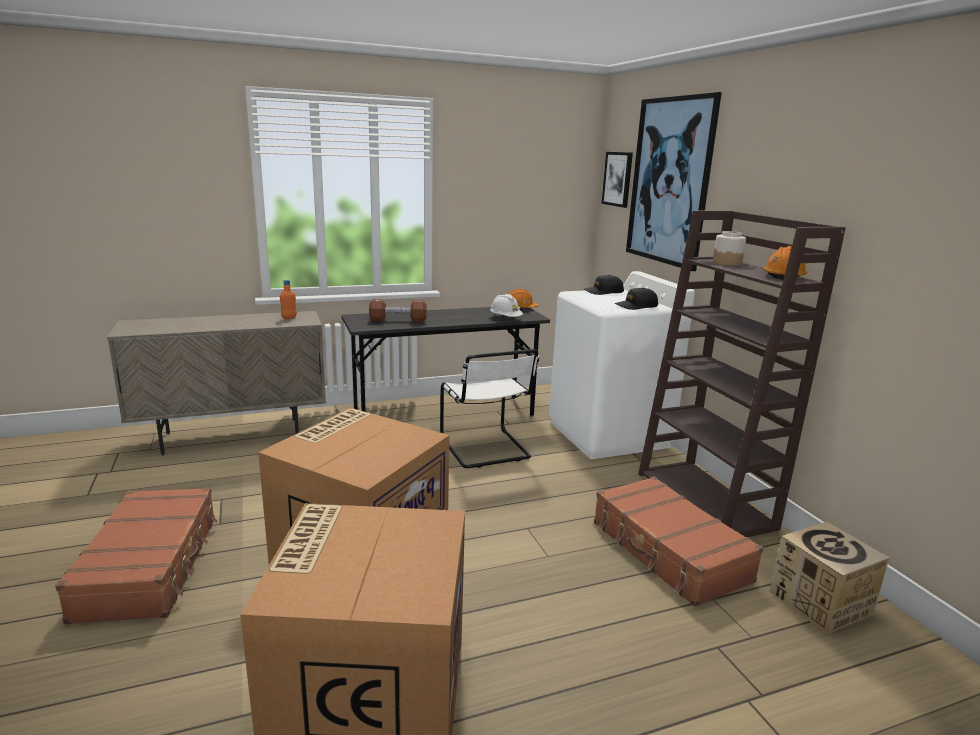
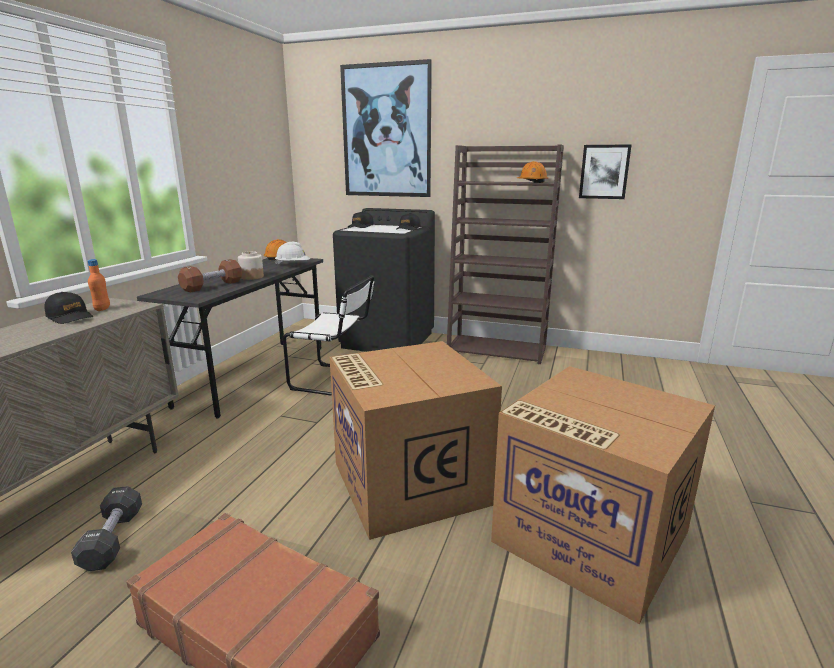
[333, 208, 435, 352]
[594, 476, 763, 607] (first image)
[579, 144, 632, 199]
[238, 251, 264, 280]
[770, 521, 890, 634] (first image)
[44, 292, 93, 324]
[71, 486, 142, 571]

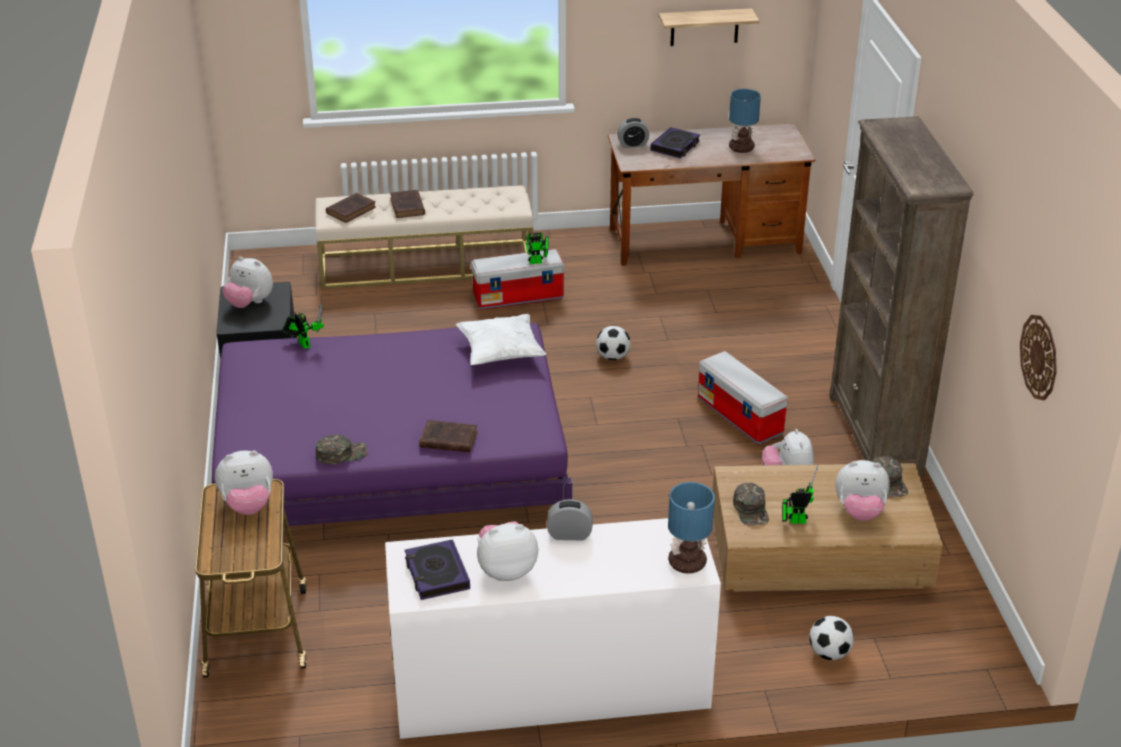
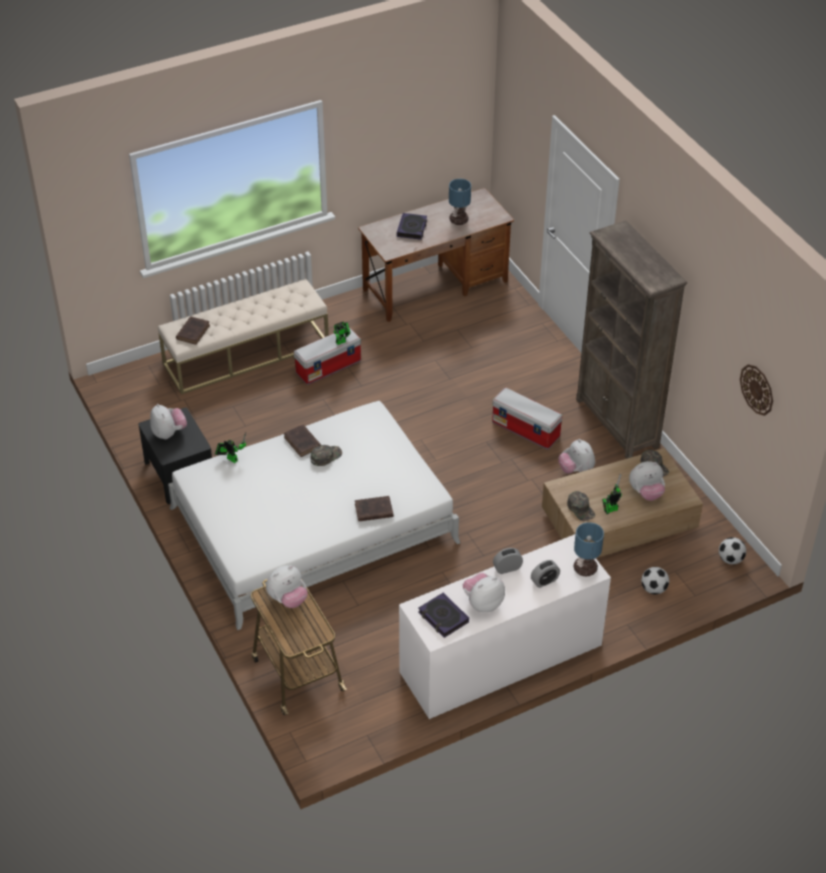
[168, 401, 460, 630]
[150, 404, 187, 440]
[310, 445, 342, 466]
[284, 425, 321, 457]
[456, 314, 546, 365] (first image)
[719, 537, 746, 565]
[531, 560, 560, 588]
[659, 9, 759, 46] (first image)

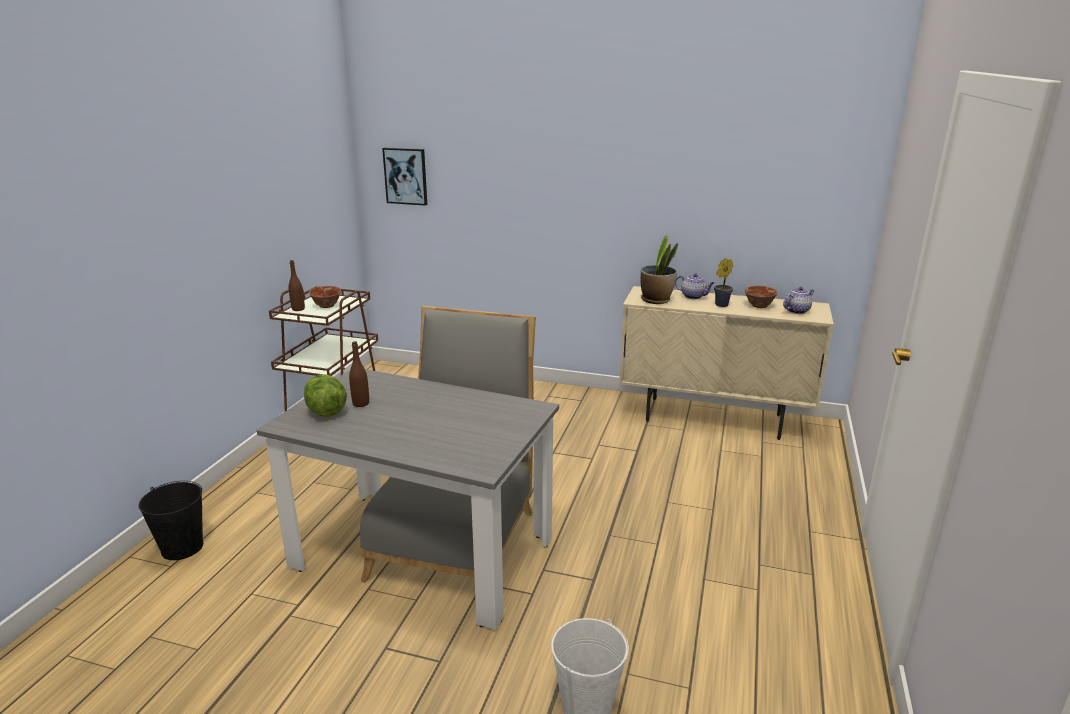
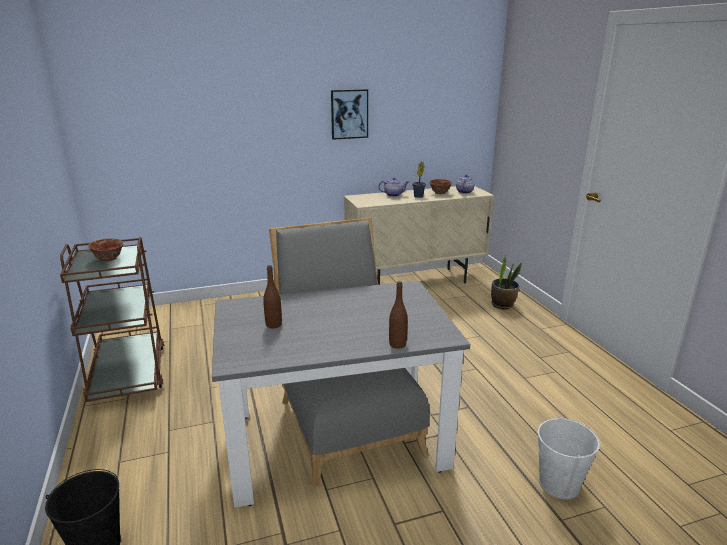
[389, 281, 408, 349]
[304, 374, 347, 417] (first image)
[331, 89, 368, 140]
[491, 256, 522, 309]

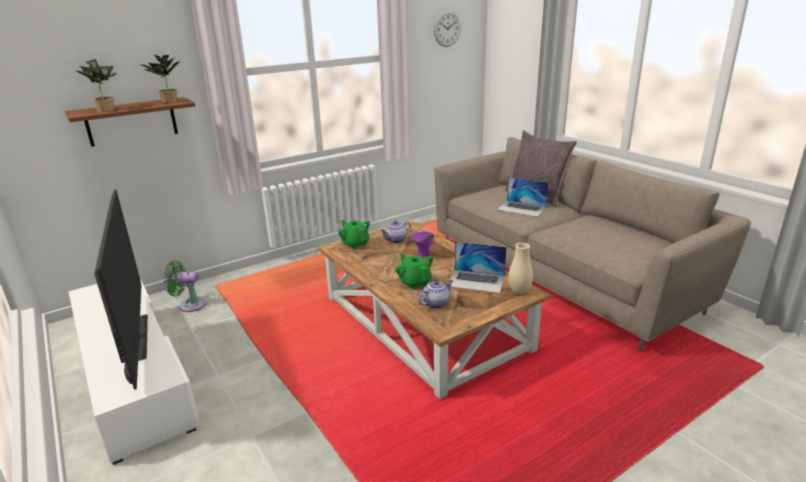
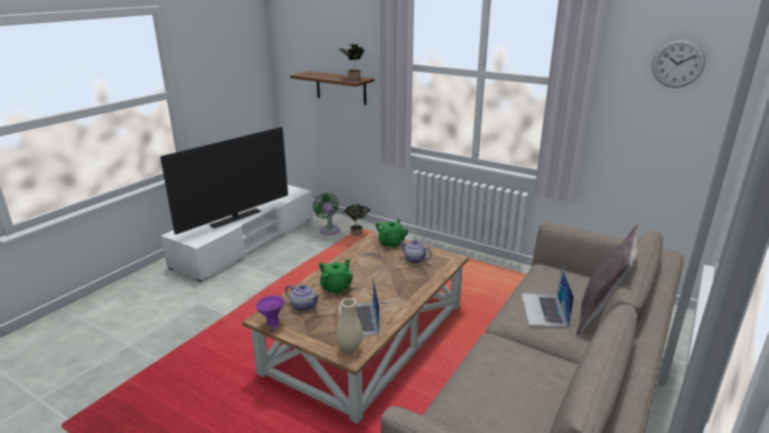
[344, 204, 371, 236]
[256, 295, 285, 328]

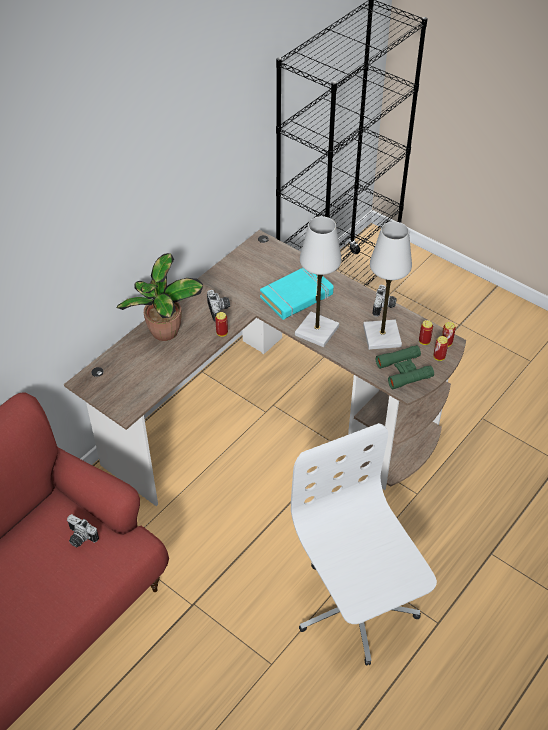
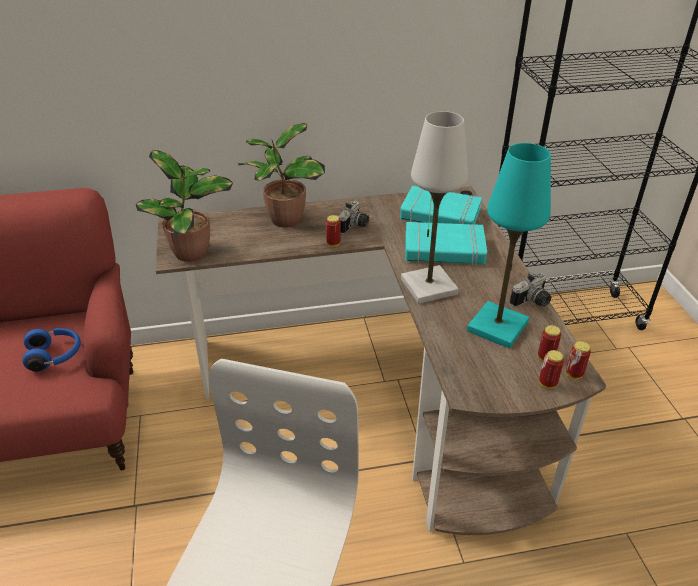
[23, 328, 81, 372]
[467, 143, 551, 348]
[376, 345, 434, 389] (first image)
[136, 150, 233, 262]
[400, 186, 482, 225]

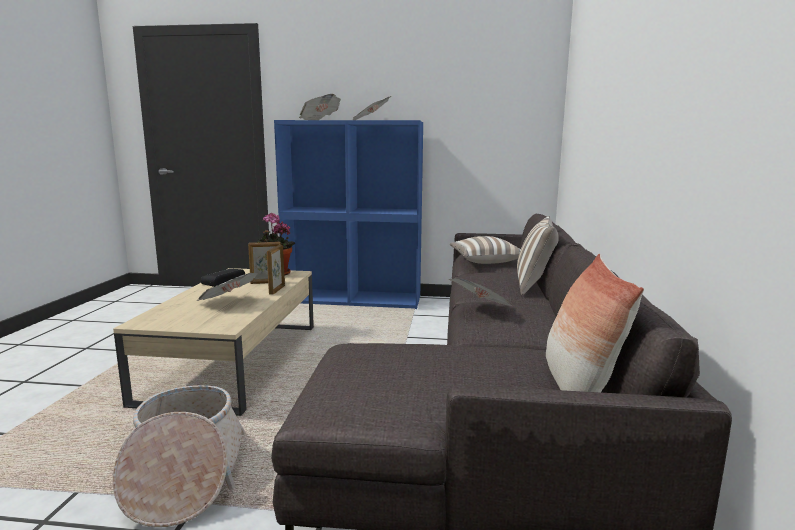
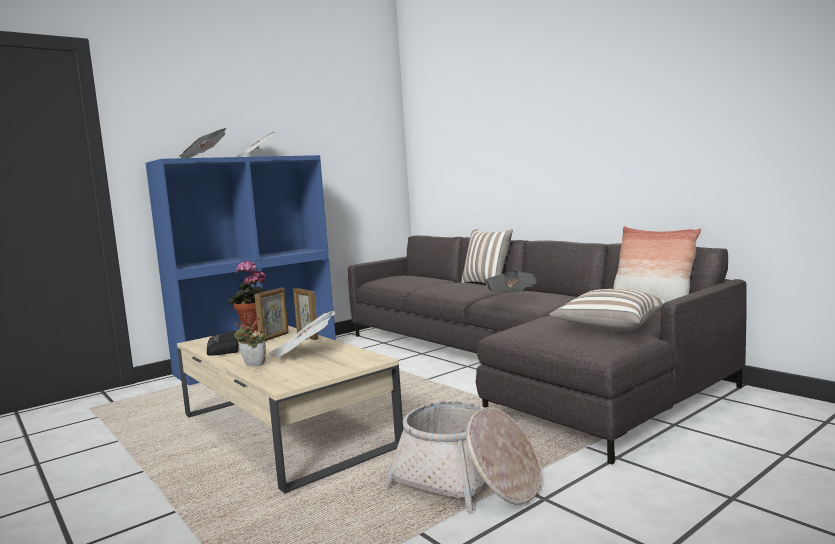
[549, 289, 665, 331]
[234, 312, 266, 366]

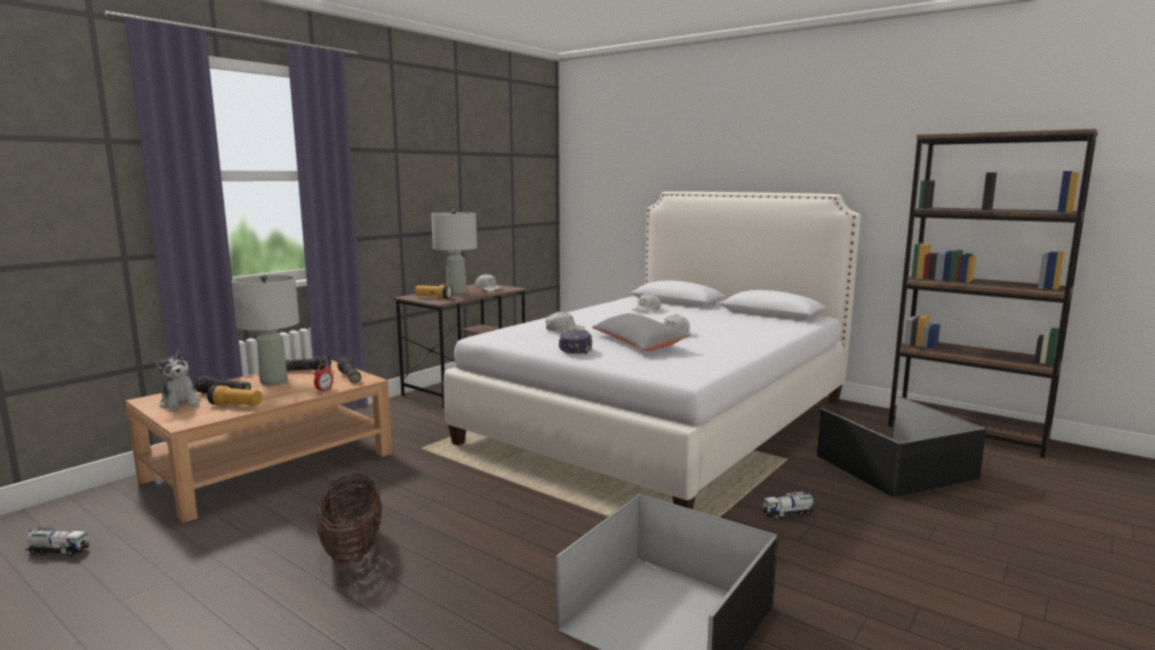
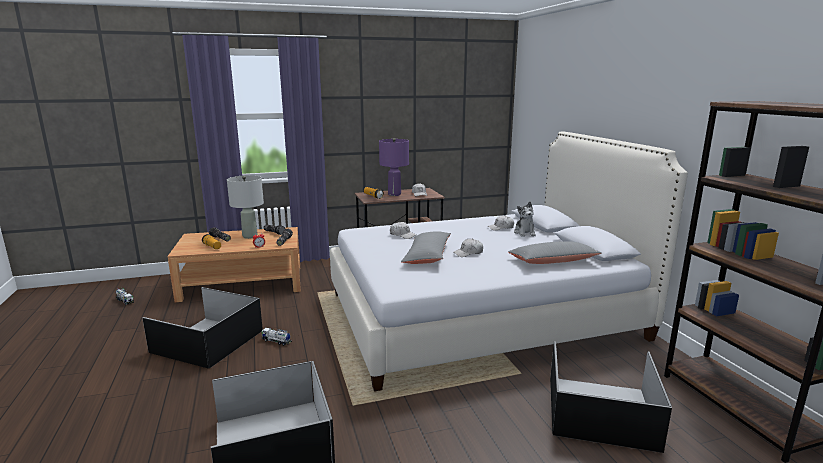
[514, 201, 536, 237]
[142, 287, 263, 368]
[379, 138, 409, 196]
[559, 329, 593, 354] (first image)
[262, 328, 292, 346]
[508, 241, 602, 264]

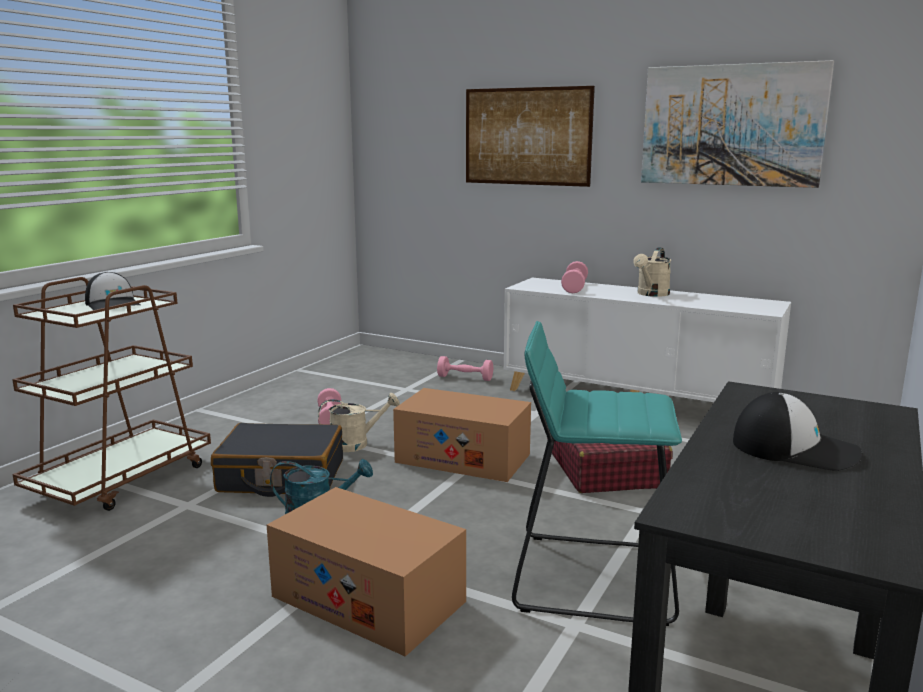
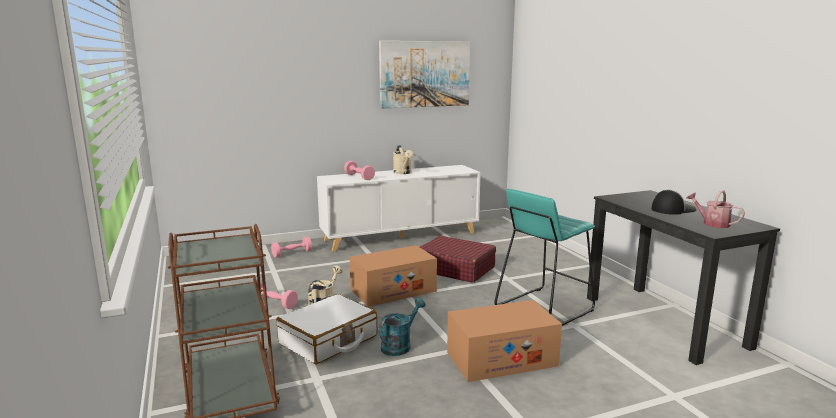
[85, 272, 140, 310] (first image)
[276, 294, 377, 364]
[466, 86, 595, 187] (first image)
[687, 190, 745, 228]

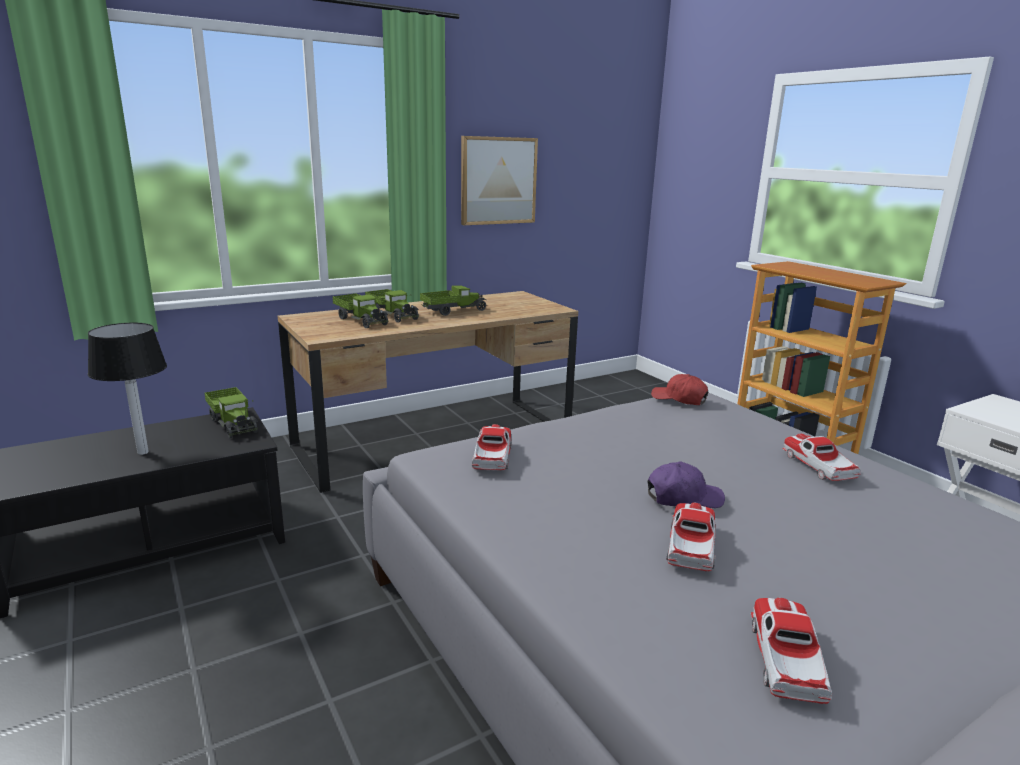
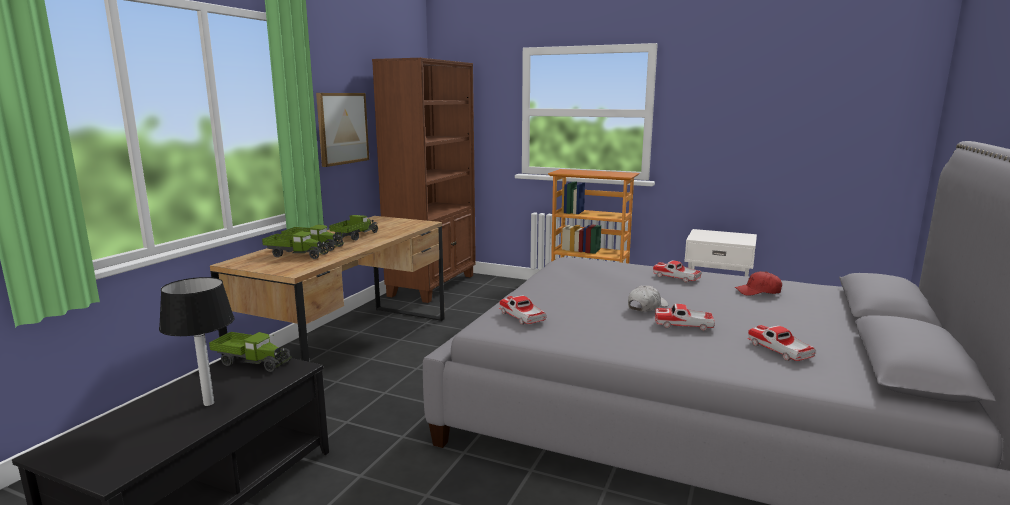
[628, 286, 668, 312]
[735, 271, 782, 296]
[655, 304, 715, 331]
[372, 58, 476, 303]

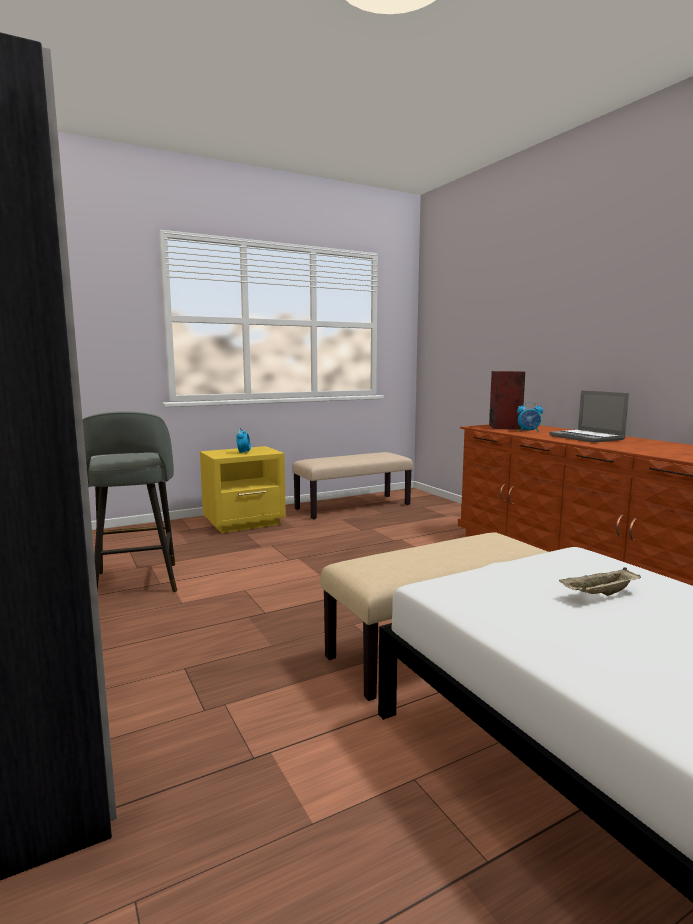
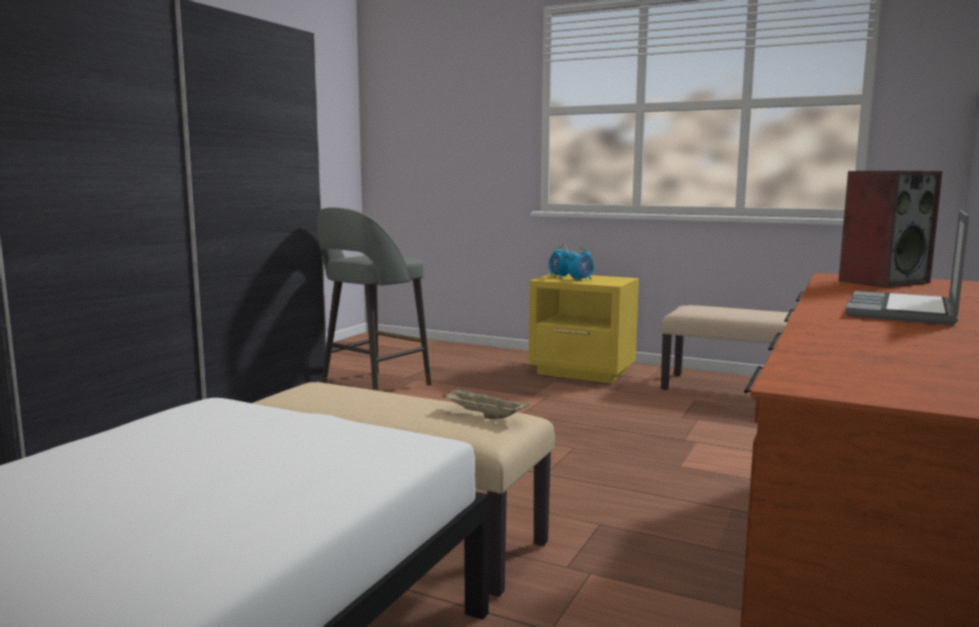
[549, 245, 571, 278]
[442, 388, 530, 419]

